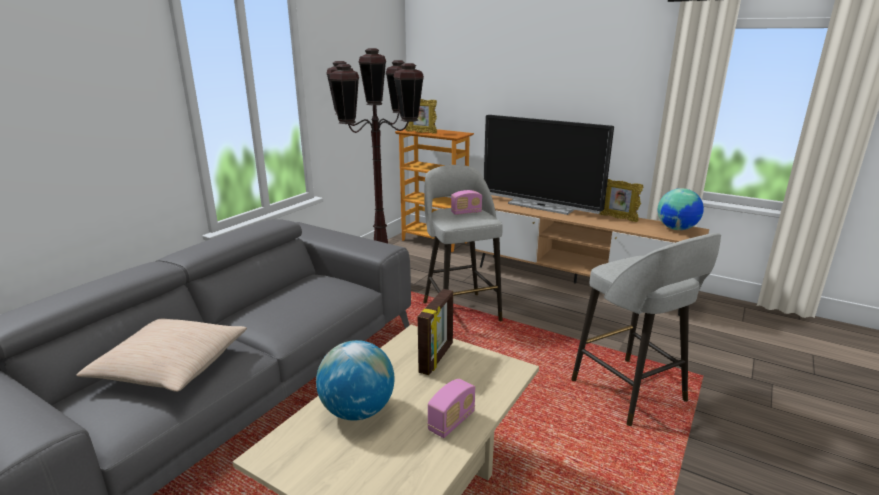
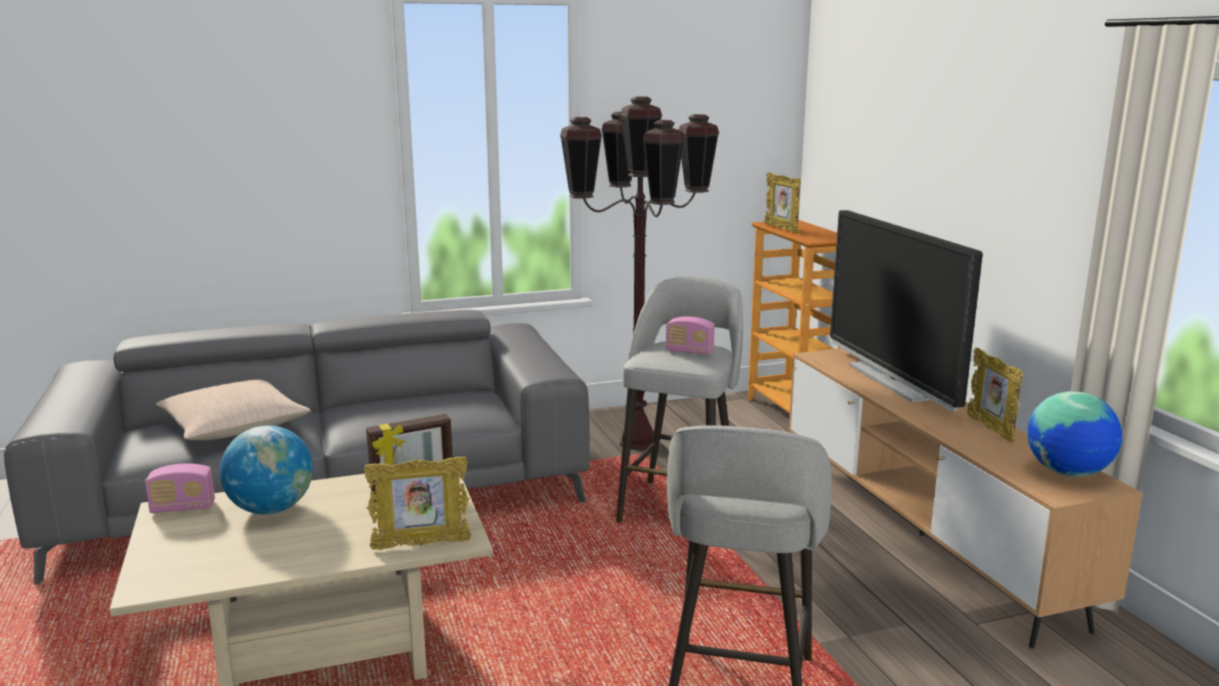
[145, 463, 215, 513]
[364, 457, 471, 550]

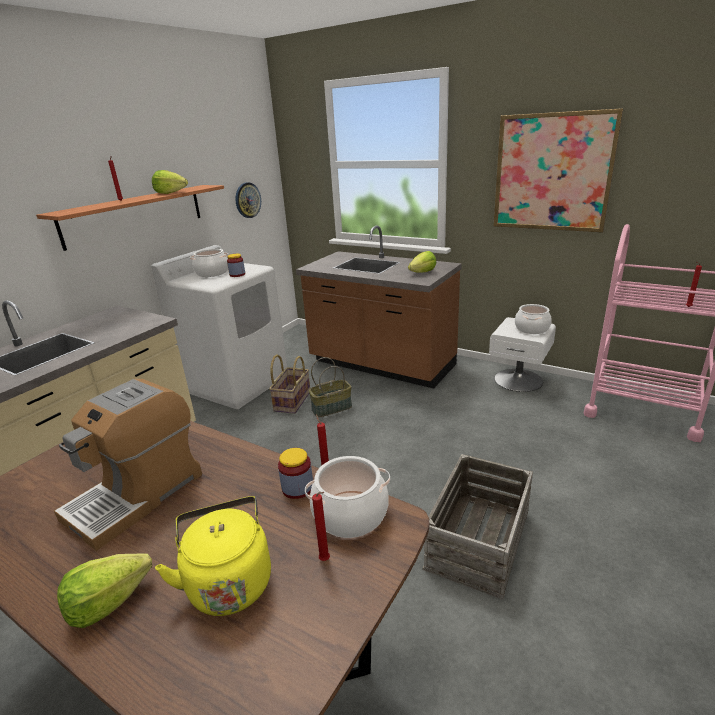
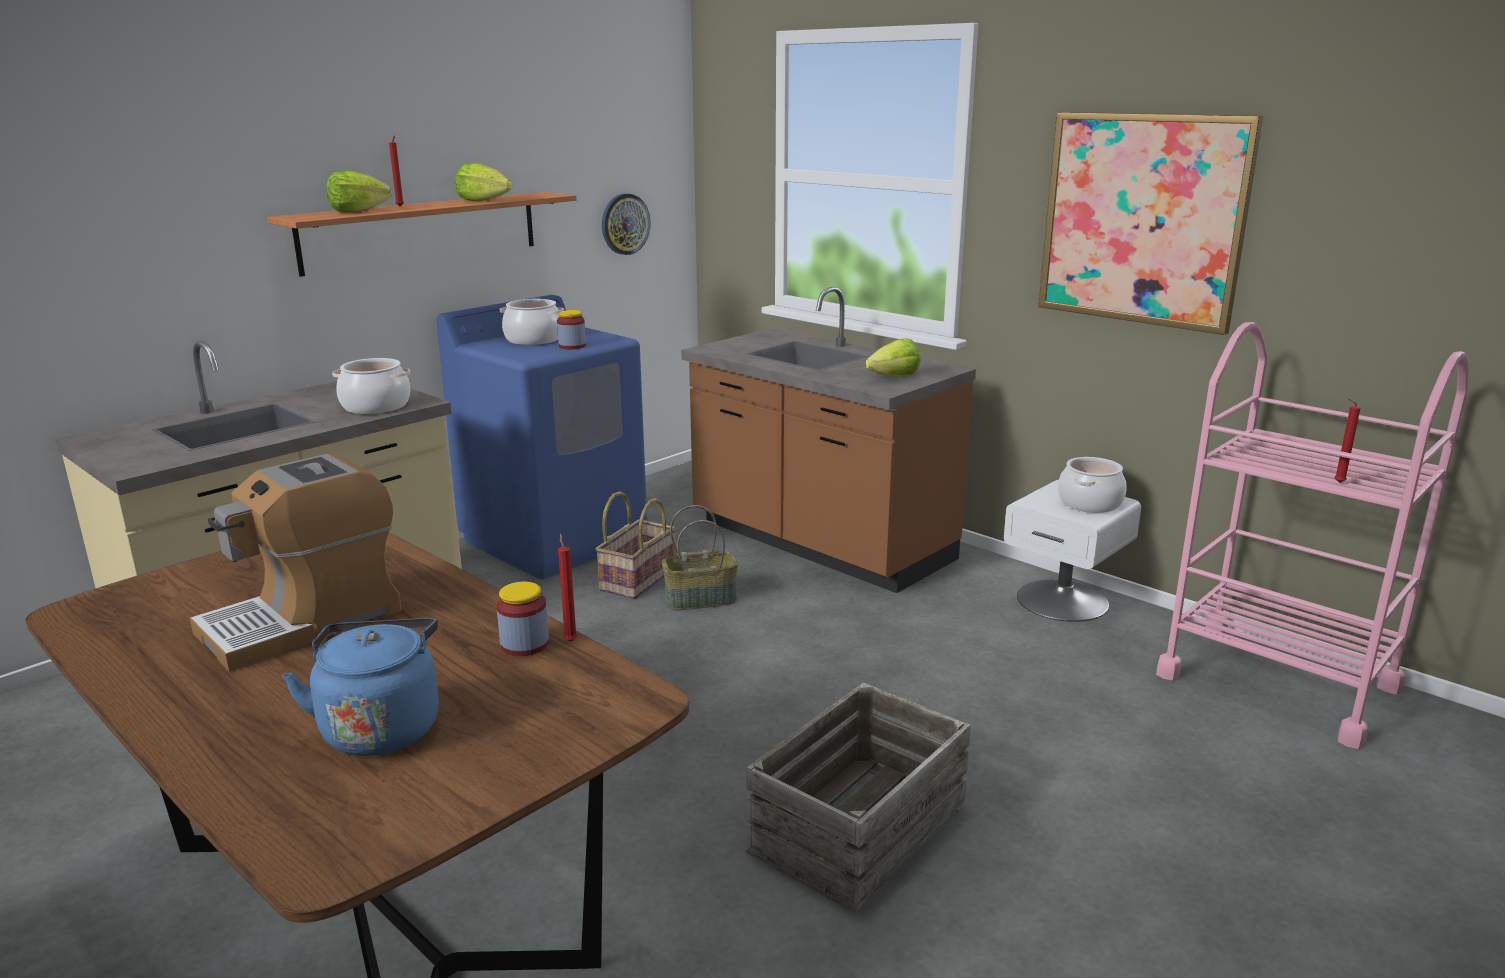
[327, 171, 392, 212]
[436, 295, 647, 579]
[282, 618, 439, 756]
[332, 358, 410, 414]
[312, 492, 330, 561] (first image)

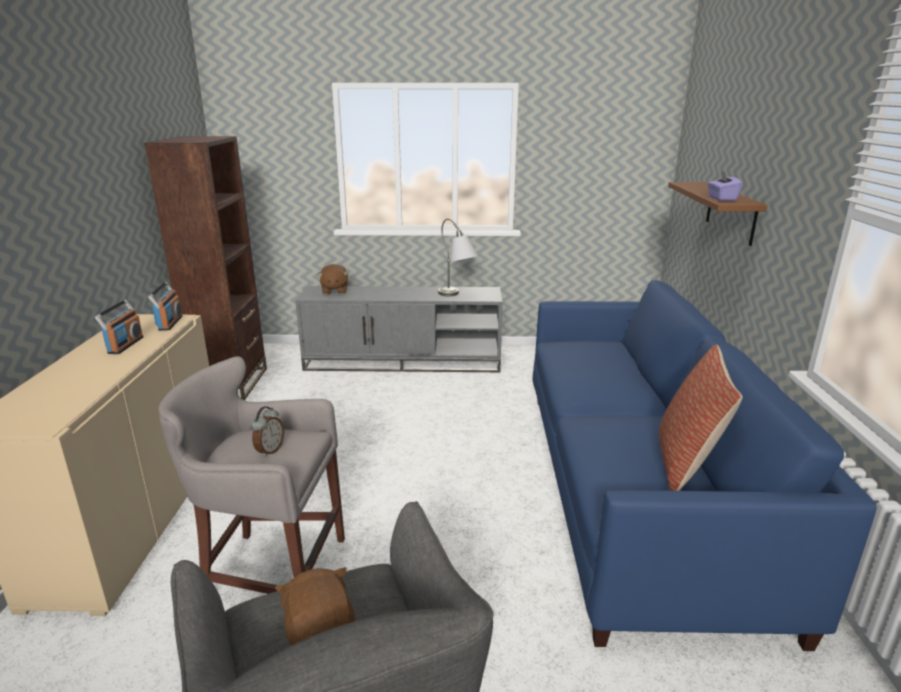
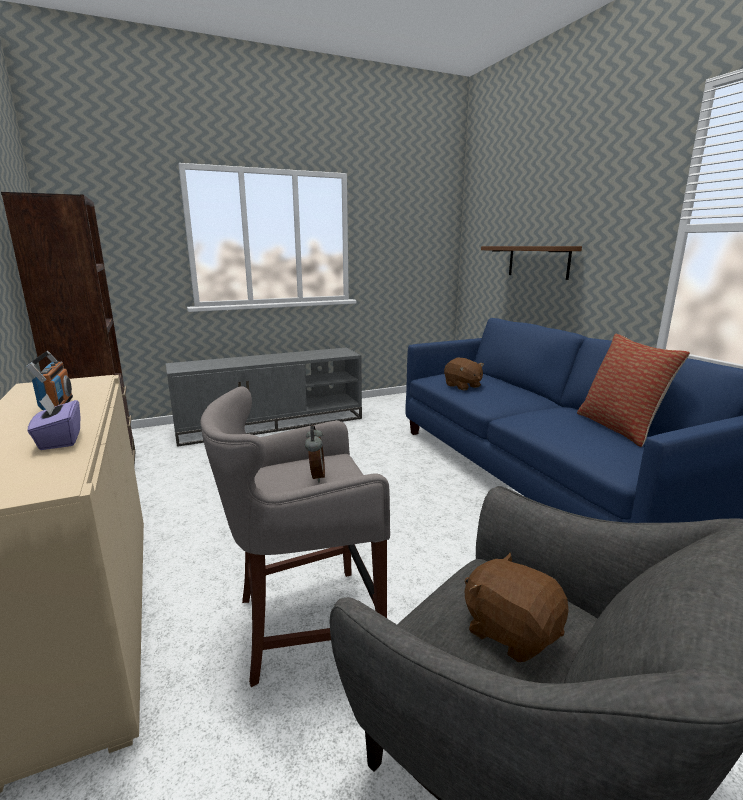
[148, 282, 182, 331] (first image)
[444, 357, 484, 391]
[438, 219, 478, 296] (first image)
[28, 393, 80, 450]

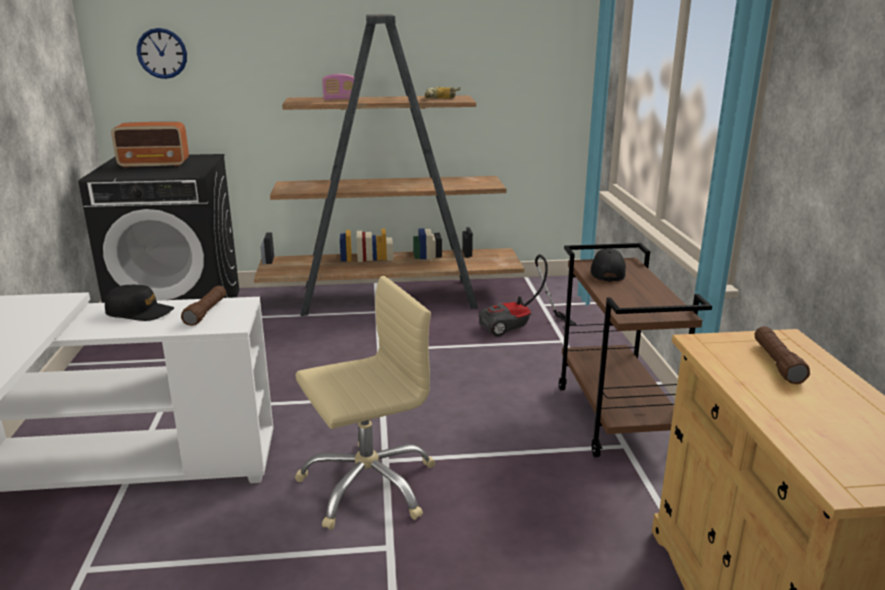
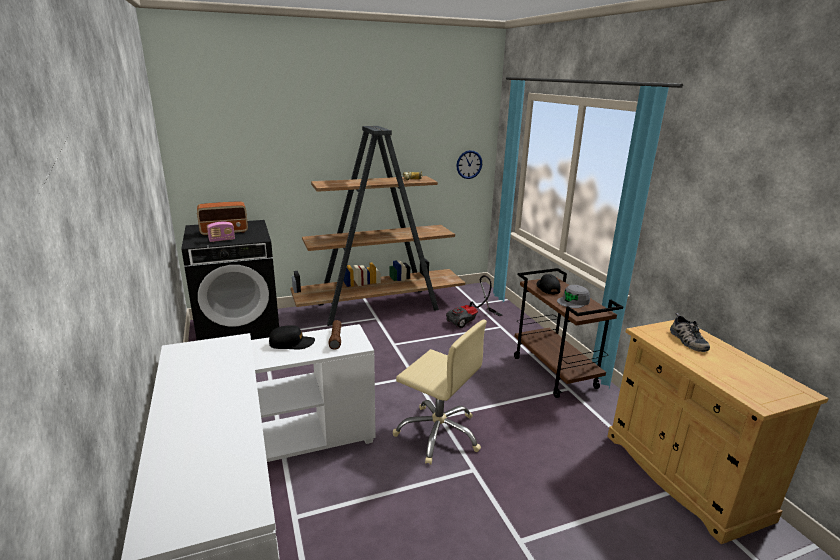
[456, 150, 482, 179]
[393, 320, 487, 465]
[207, 222, 235, 242]
[670, 313, 710, 352]
[557, 285, 590, 308]

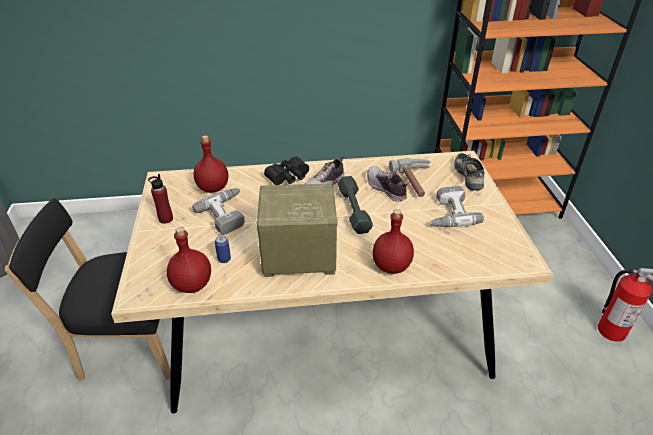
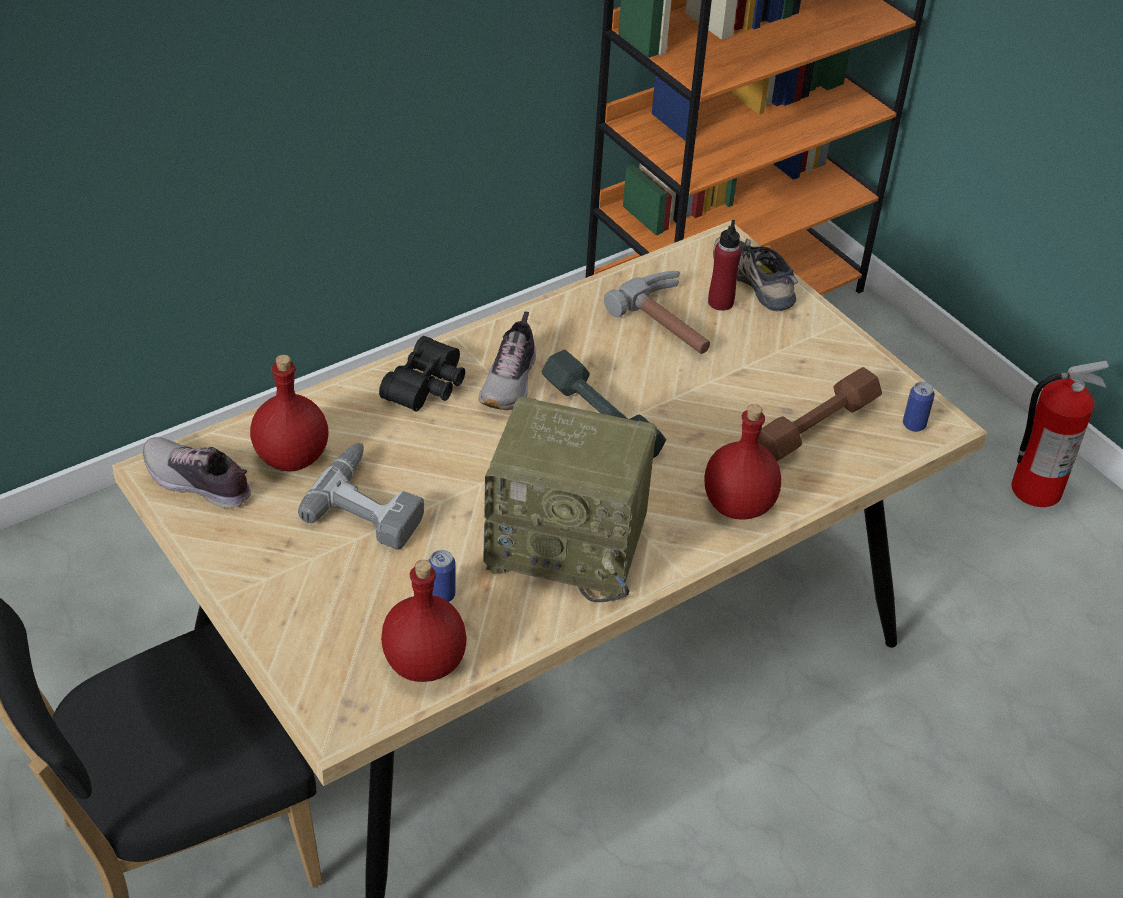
[708, 220, 742, 311]
[483, 396, 657, 602]
[143, 437, 251, 509]
[429, 186, 484, 227] (first image)
[758, 367, 882, 461]
[903, 382, 935, 432]

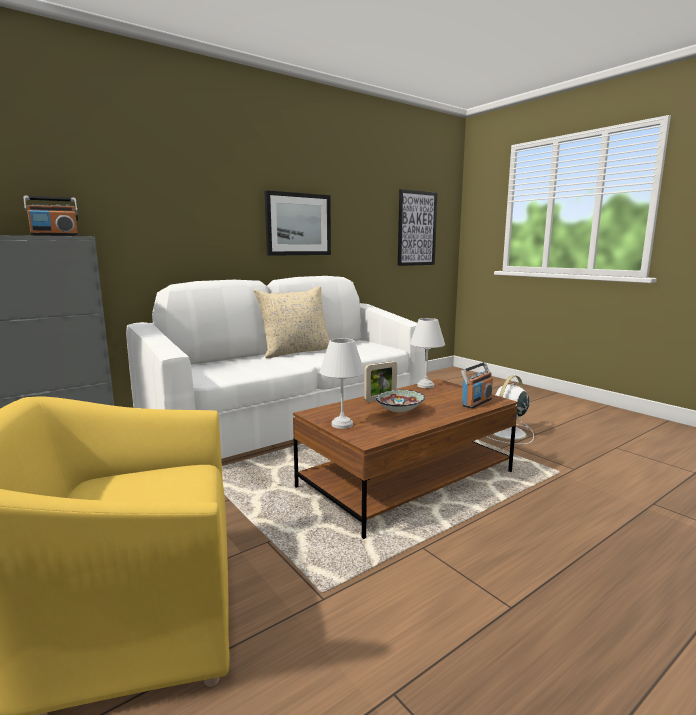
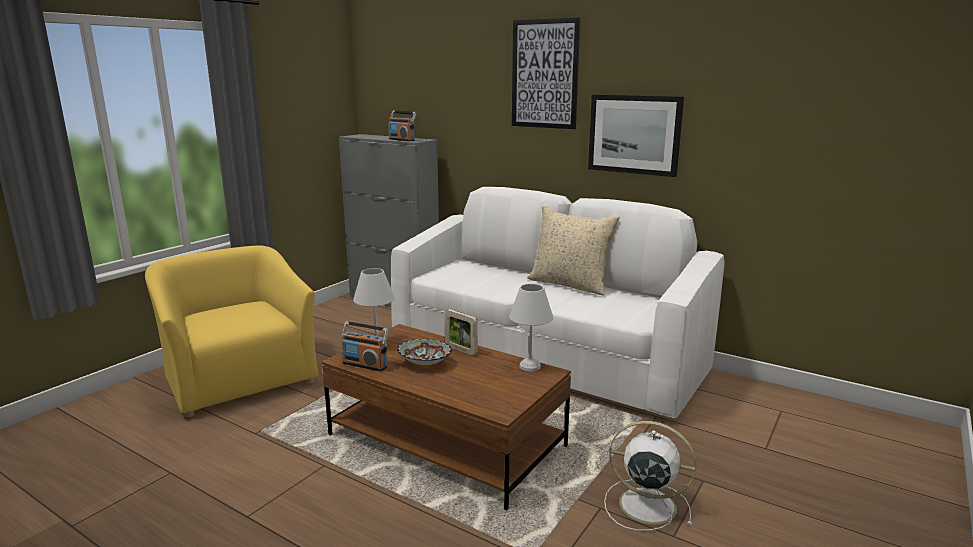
[512, 17, 581, 129]
[341, 321, 389, 371]

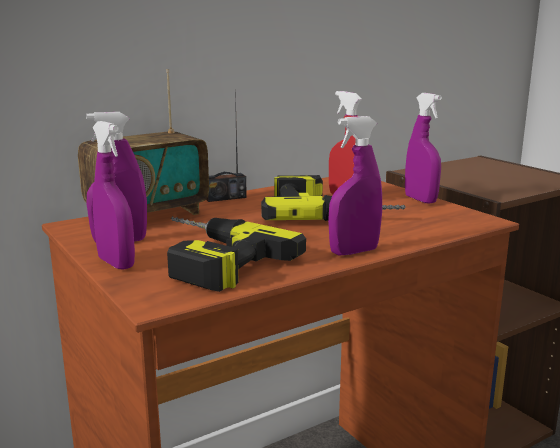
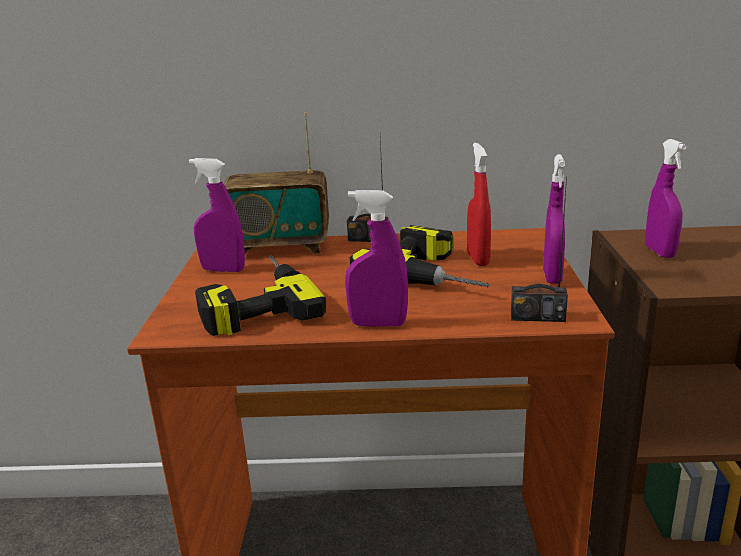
[645, 139, 687, 258]
[511, 177, 568, 322]

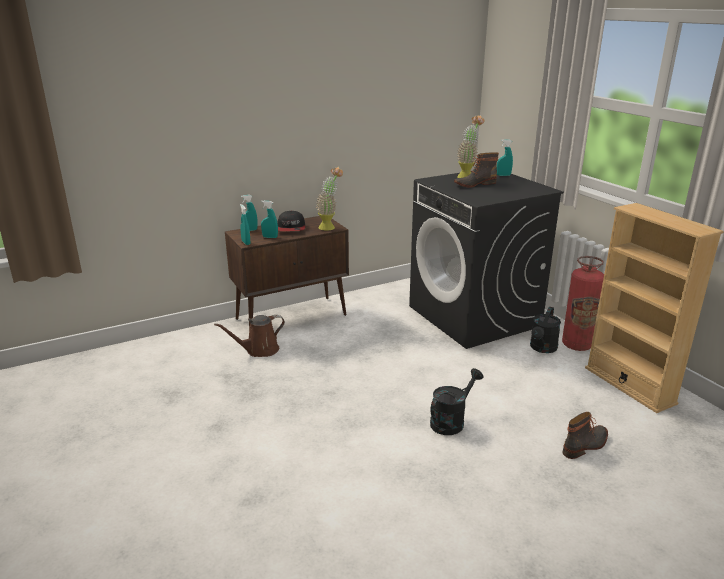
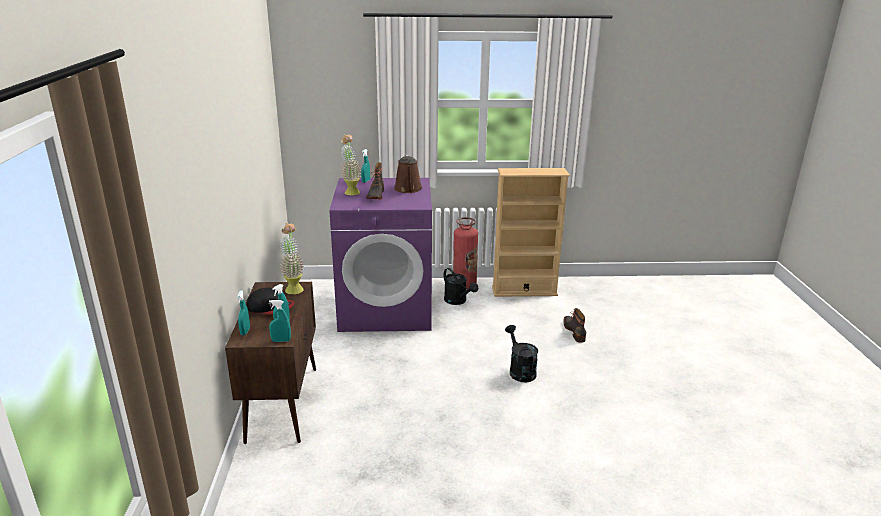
[394, 155, 422, 193]
[329, 178, 432, 332]

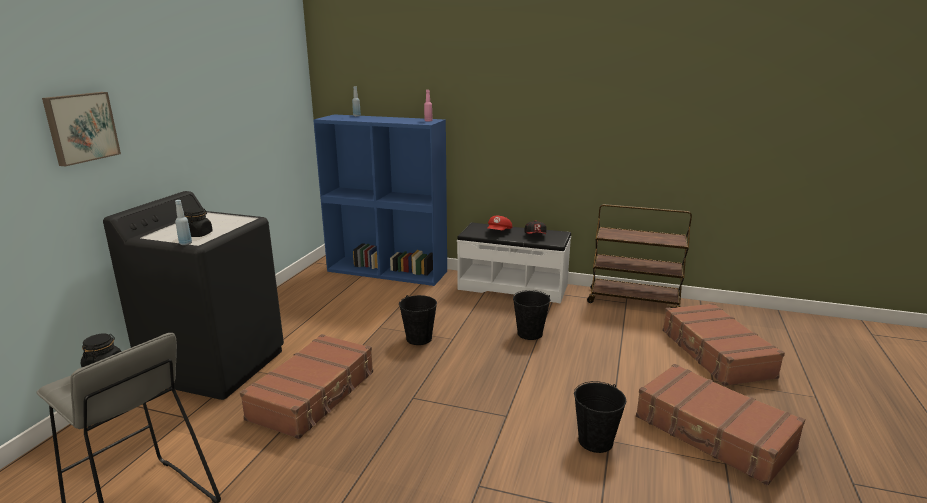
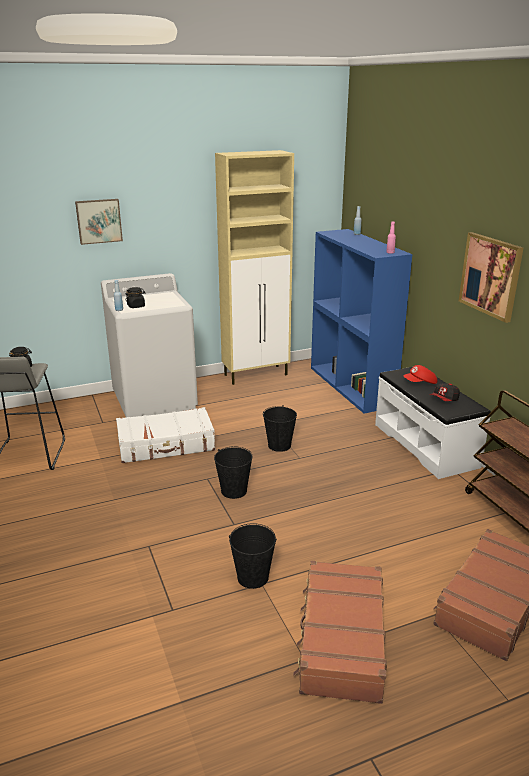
[101, 273, 198, 417]
[116, 407, 215, 463]
[214, 446, 253, 499]
[215, 150, 294, 385]
[459, 232, 523, 323]

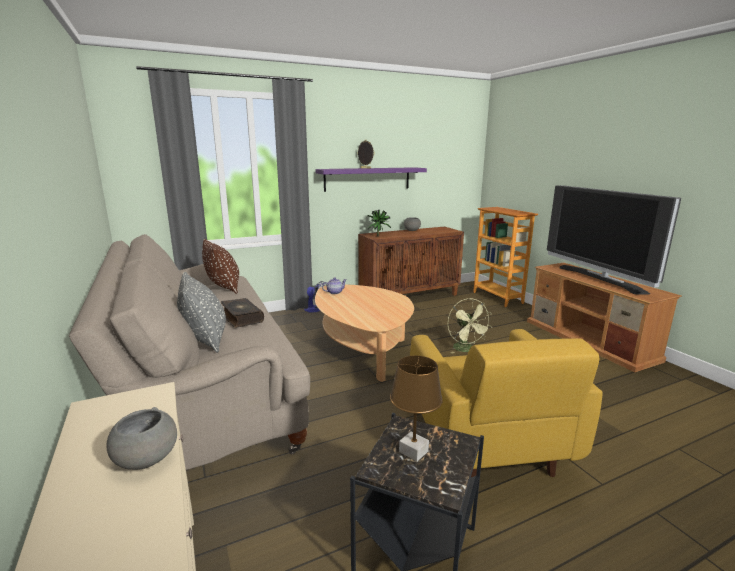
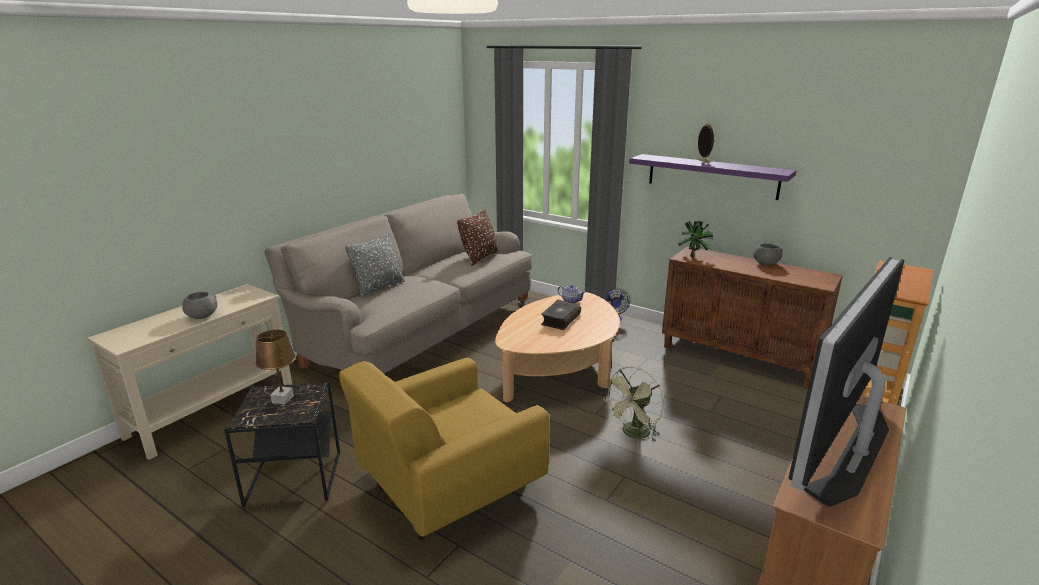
[541, 300, 581, 330]

